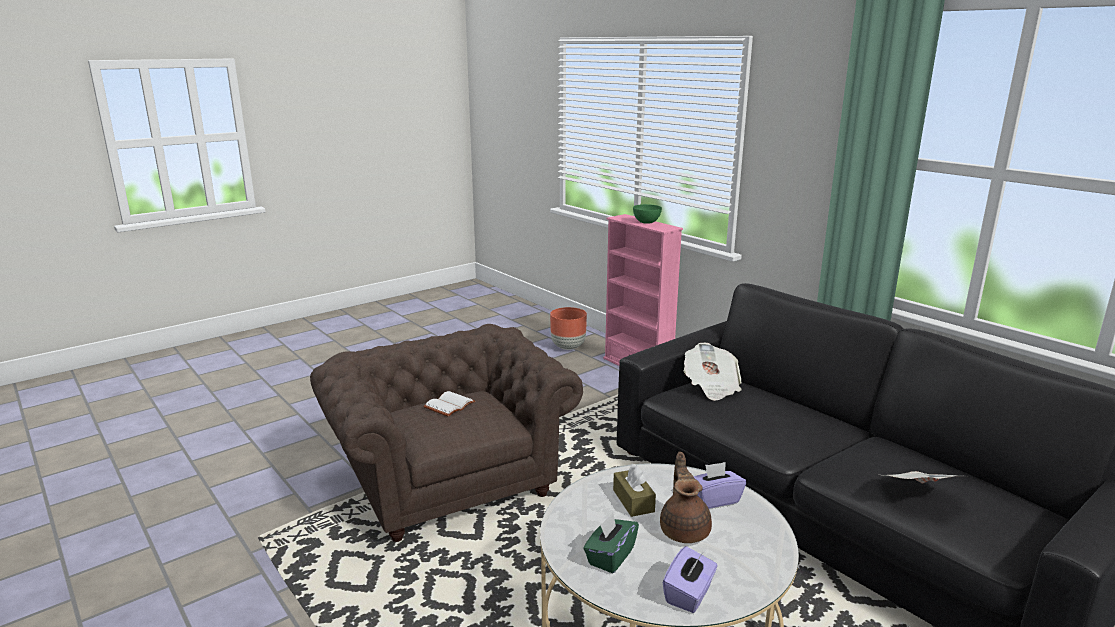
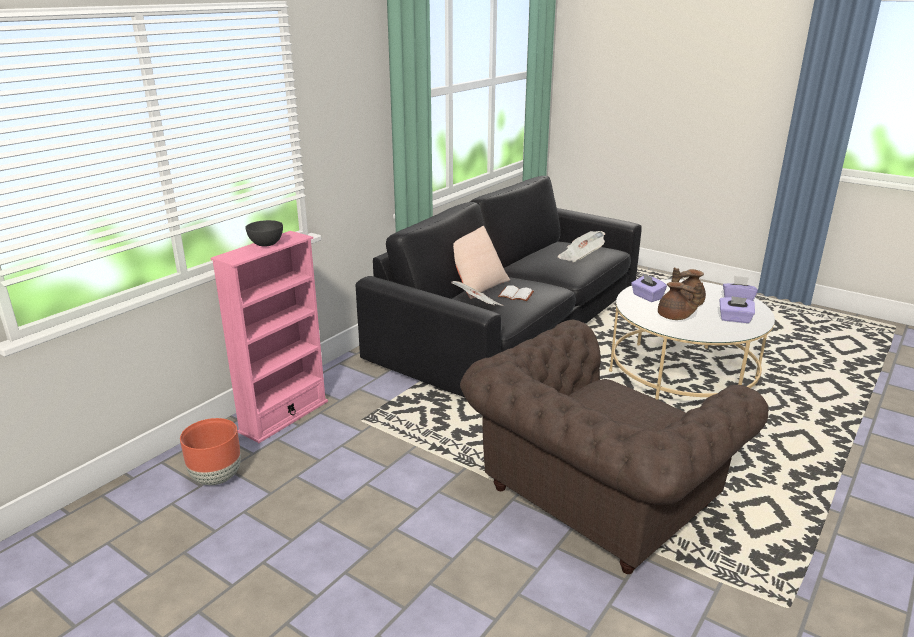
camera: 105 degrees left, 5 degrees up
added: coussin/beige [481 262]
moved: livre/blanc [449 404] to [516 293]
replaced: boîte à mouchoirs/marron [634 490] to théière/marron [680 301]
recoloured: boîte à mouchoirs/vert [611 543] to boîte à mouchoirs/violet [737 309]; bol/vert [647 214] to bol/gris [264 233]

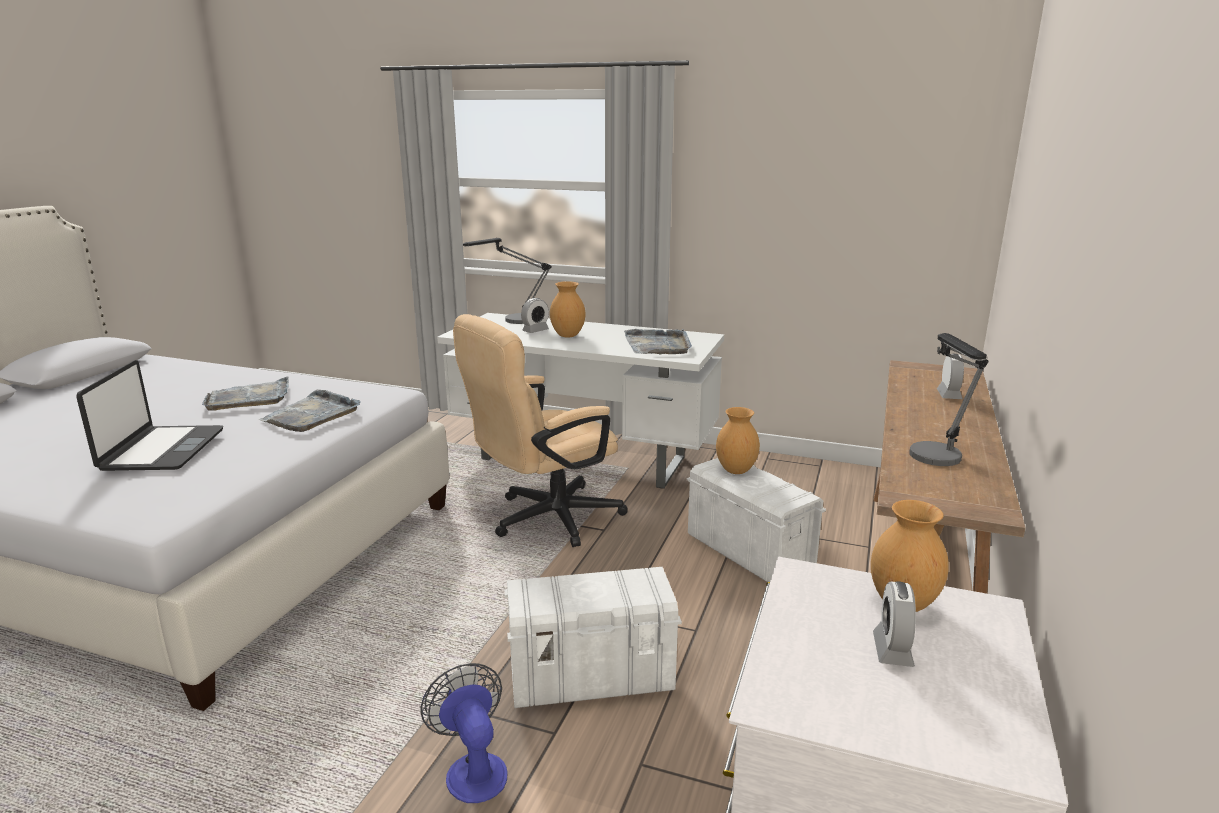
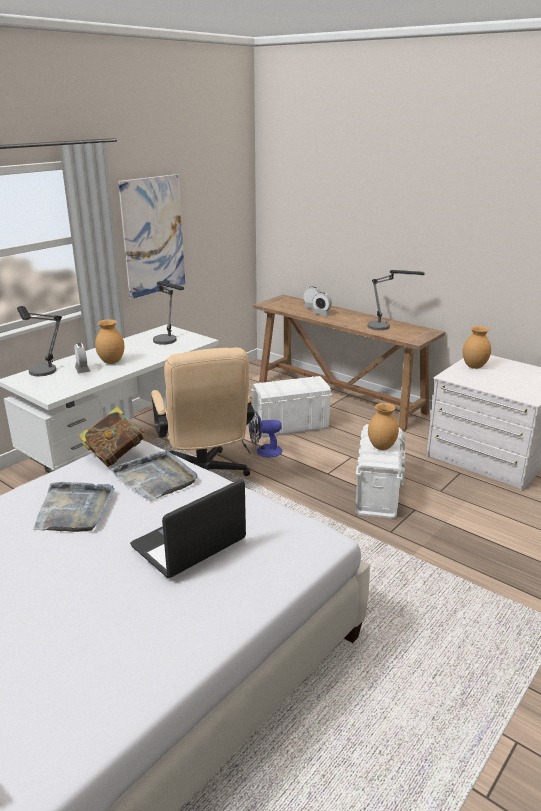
camera: 70 degrees left, 5 degrees up
added: livre [111 437]; tableau [151 236]
moved: ventilateur [464 733] to [265 434]; vase/marron [738 440] to [383 426]; réveil [894 624] to [322 304]
replaced: plateau/gris [658 342] to lampe de table [168 313]
turned: ordinateur portable [149 415] = [188 528] 60 degrees counterclockwise

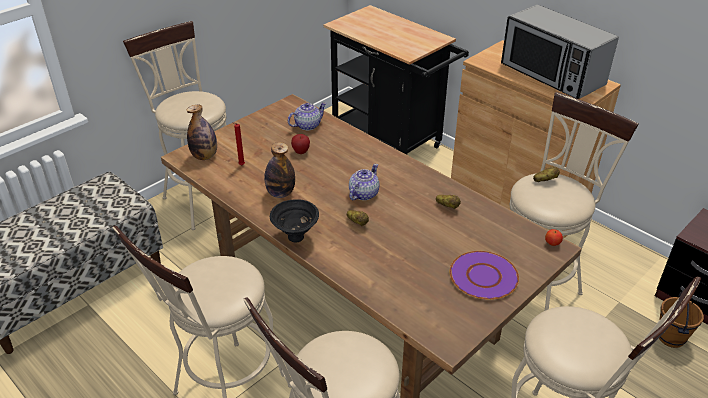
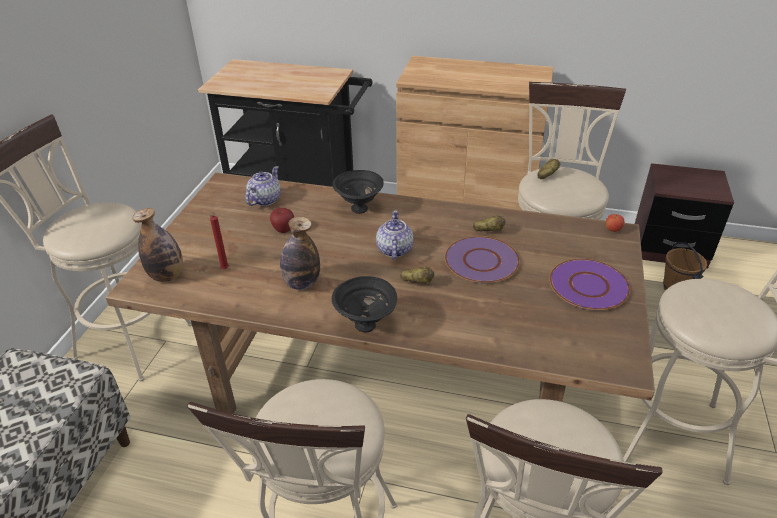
camera: 30 degrees left, 0 degrees up
removed: micro-ondes [560 52]
added: bol/noir [358 192]; assiette/violet [482 259]

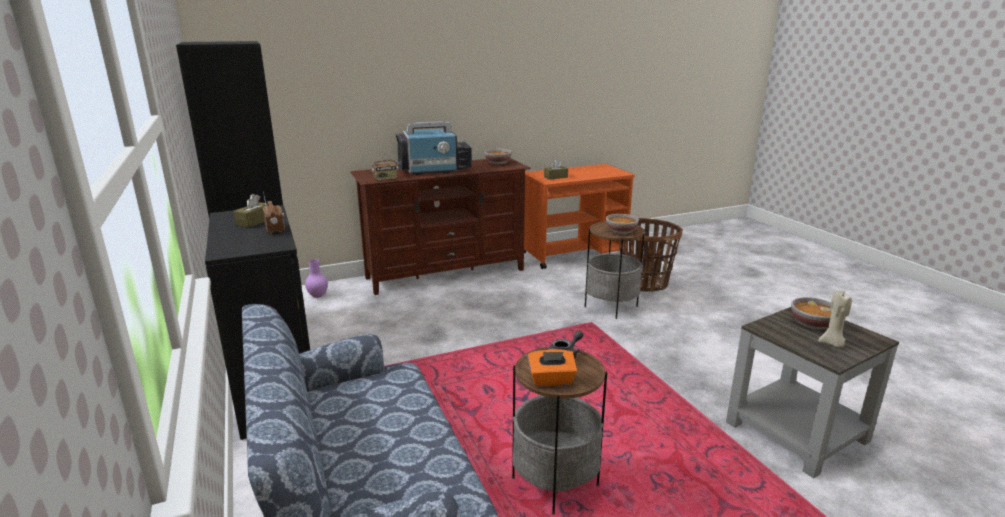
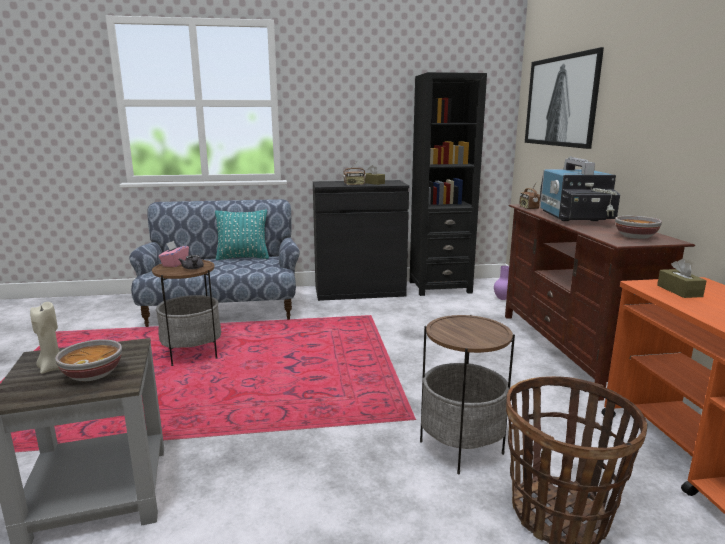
camera: 105 degrees right, 5 degrees down
removed: bol [622 224]
added: coussin/turquoise [242 235]; tableau [564 98]
recoloured: boîte à mouchoirs/orange [552 368] to boîte à mouchoirs/rose [173 253]

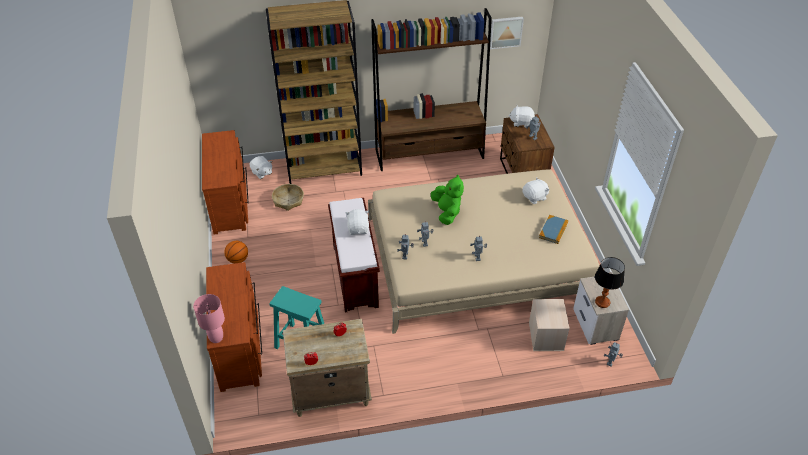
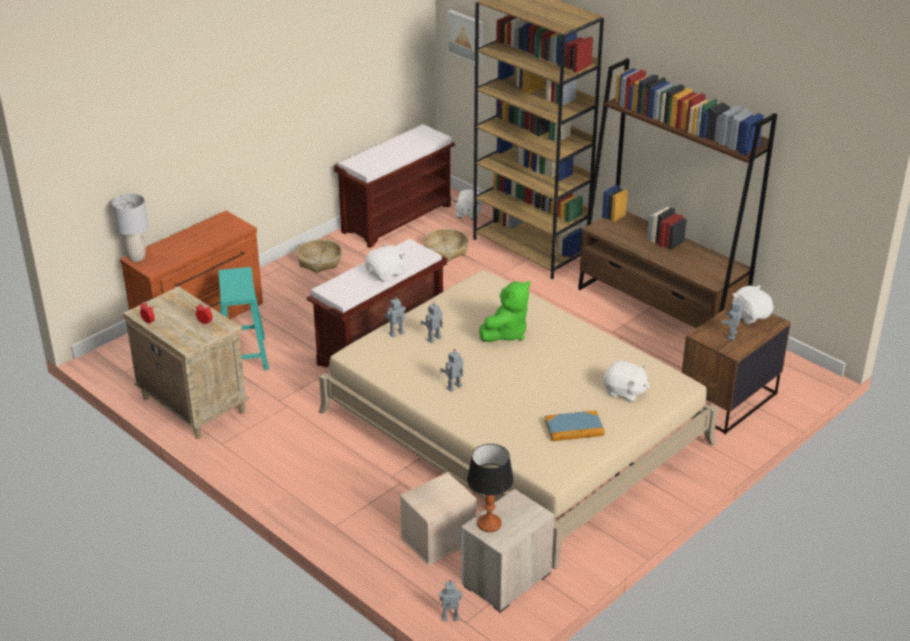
camera: 55 degrees right, 10 degrees down
moved: tableau [507 32] to [465 37]
replaced: commode/marron [225 182] to banc/marron [394 186]; ballon de basket [236 252] to panier [319 256]
recoloured: lampe de table/rose [209 318] to lampe de table/gris [130 228]

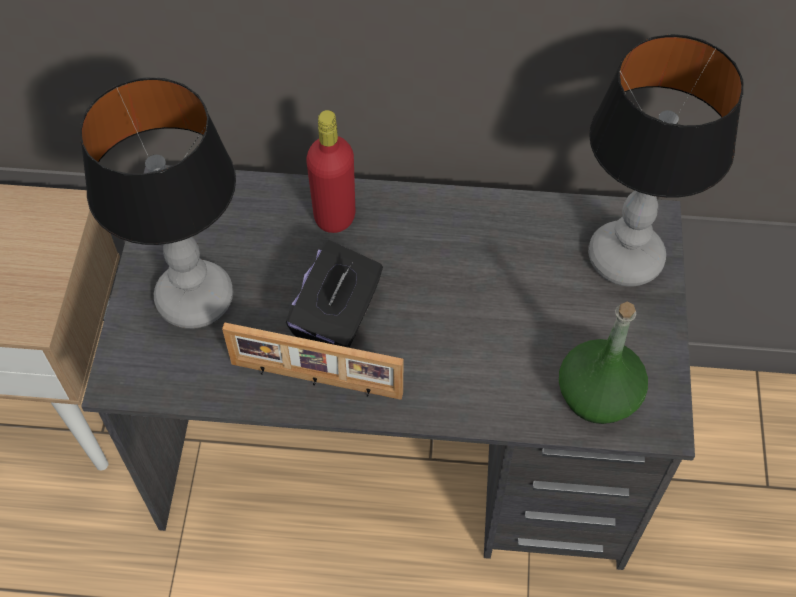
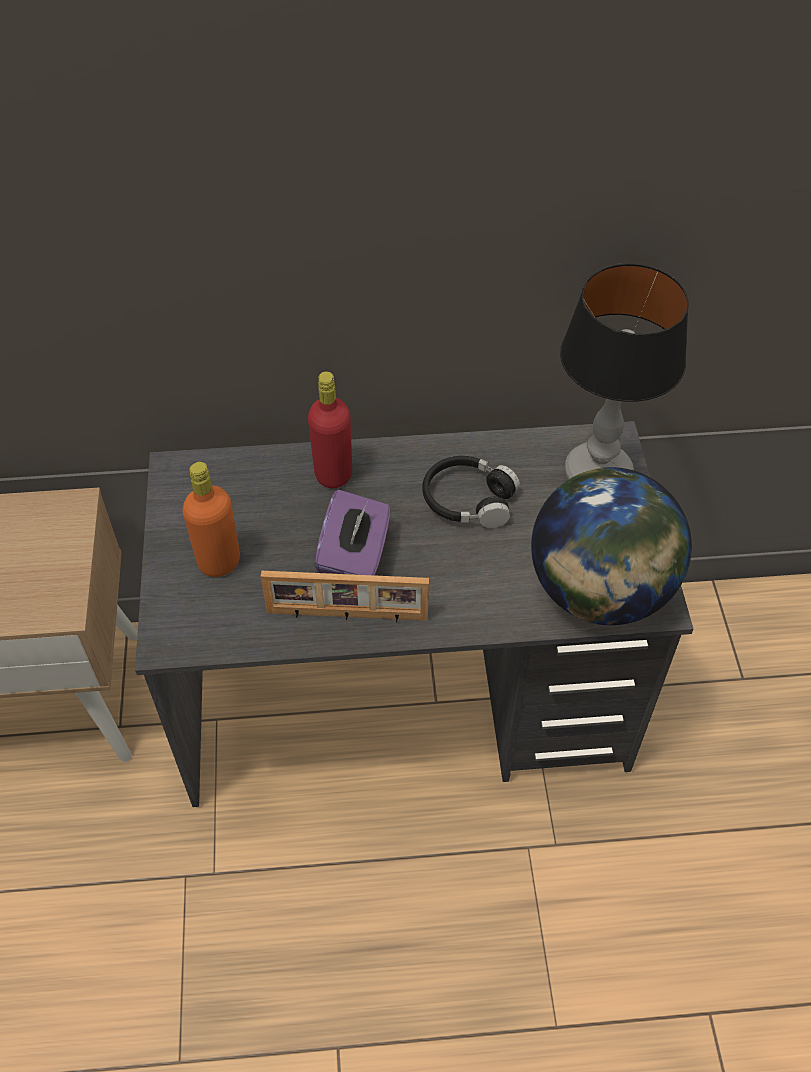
camera: 10 degrees left, 5 degrees down
added: casque audio/noir [471 492]
replaced: lampe de table [158 203] to bouteille/orange [211 519]; bouteille/vert [603 363] to globe [611 546]
recoloured: boîte à mouchoirs/noir [334 294] to boîte à mouchoirs/violet [352 532]

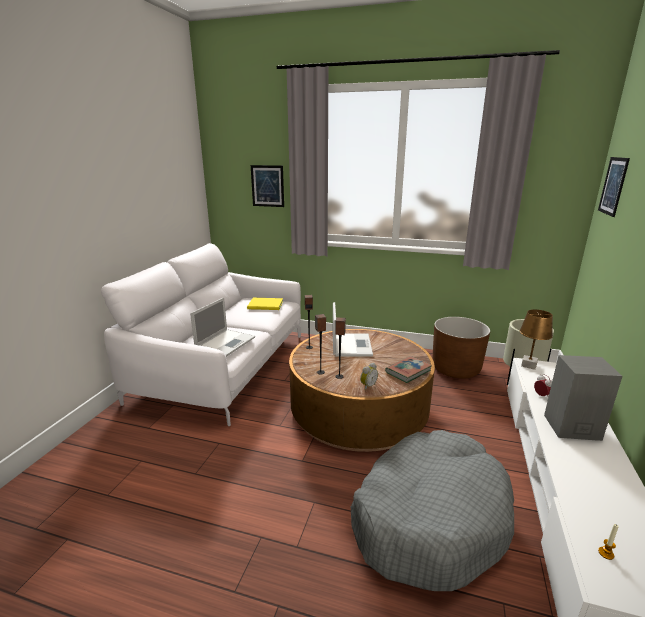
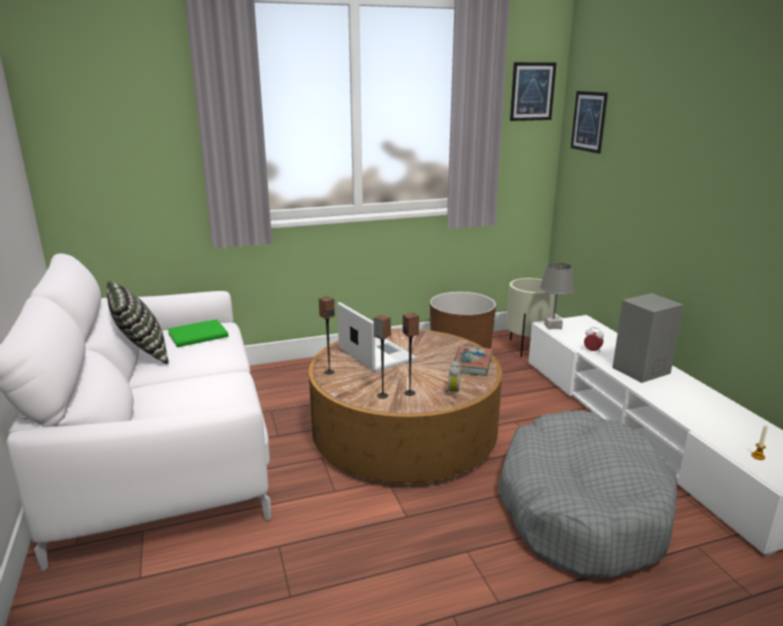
camera: 35 degrees left, 0 degrees up
removed: ordinateur portable [222 327]
added: coussin [138 323]
moved: tableau [267 186] to [533 91]
recoloured: livre/jaune [265 304] to livre/vert [198 333]; lampe de table/marron [536 339] to lampe de table/gris [557 295]

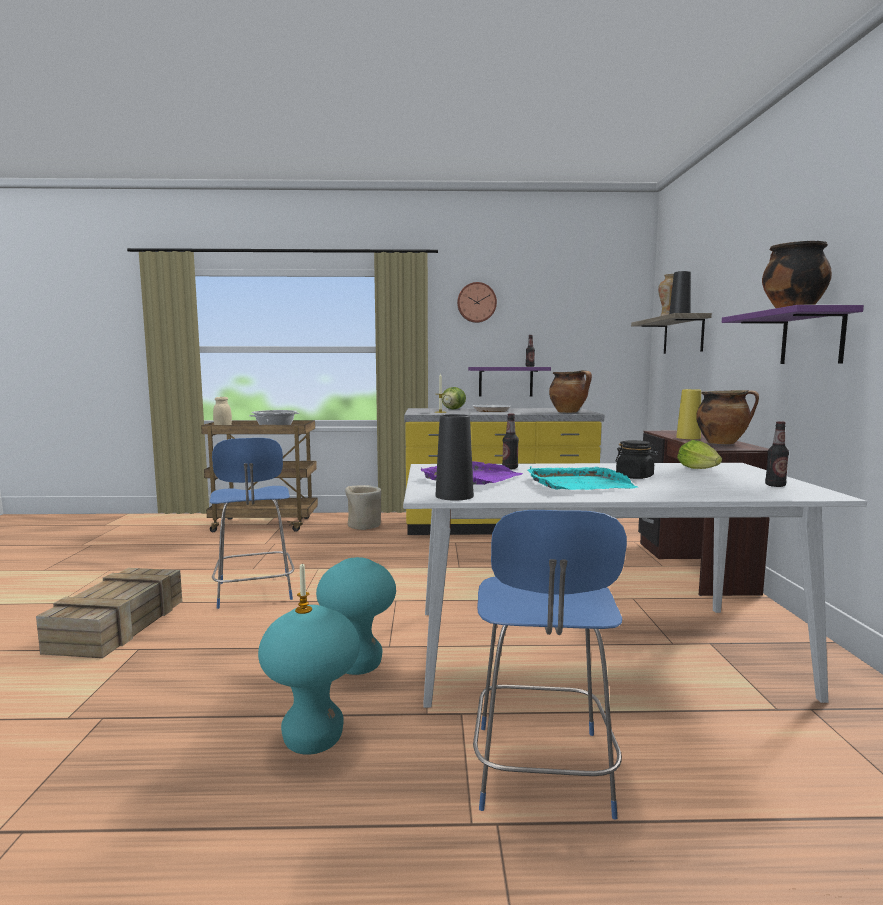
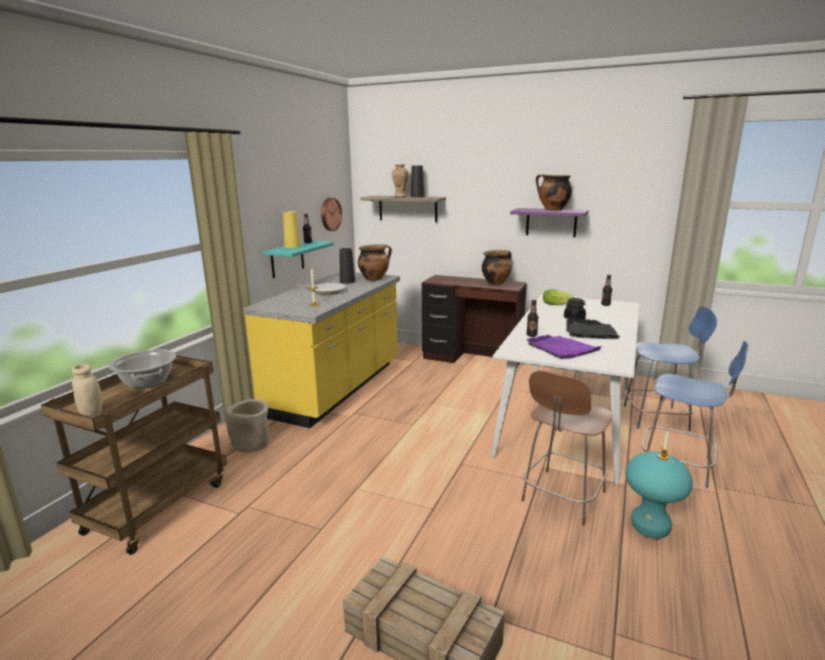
camera: 65 degrees left, 10 degrees up
removed: laitue [454 398]
moved: chaise/bleu [252 523] to [670 368]; vase/noir [454 457] to [347 266]; horloge murale [477 302] to [331 214]; vase/jaune [688 414] to [292 229]
replaced: tabouret/turquoise [356 616] to chaise/marron [566 448]
recoloured: étagère/violet [509 381] to étagère/turquoise [298 259]; plateau/turquoise [583 478] to plateau/noir [593 328]

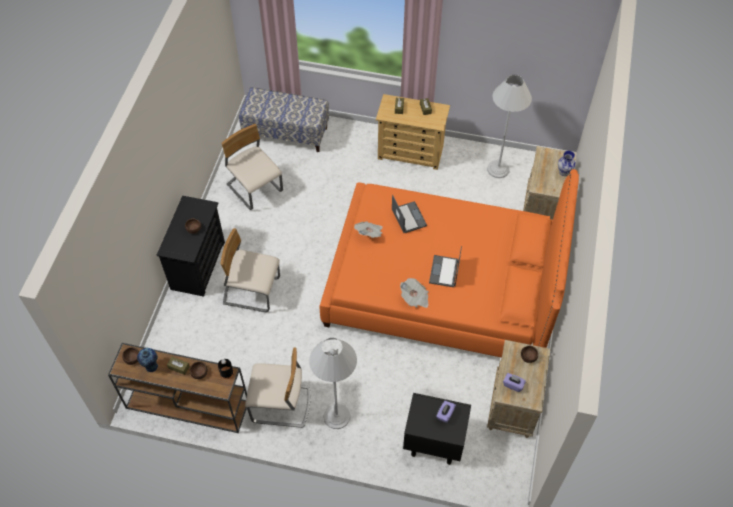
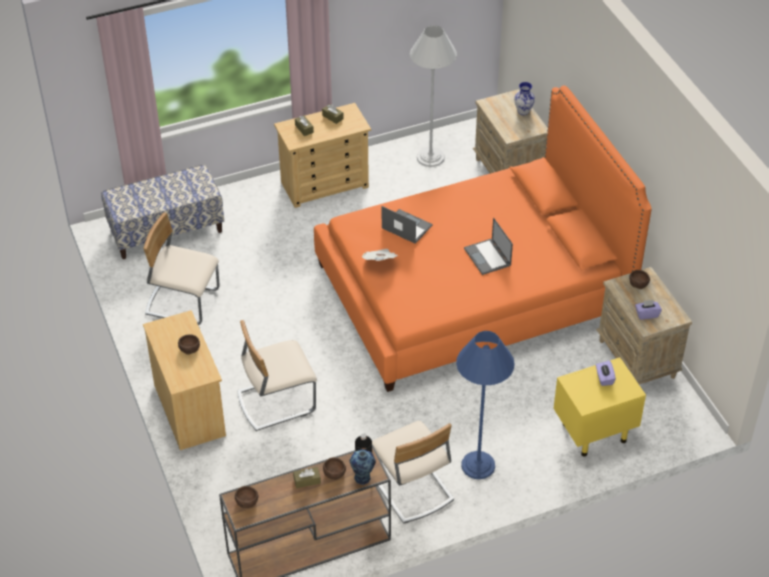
camera: 35 degrees left, 10 degrees down
removed: journal [414 293]
moved: vase [147 360] to [363 467]
recoloured: commode/noir [191 246] to commode/beige [184 380]; lampadaire/blanc [333 383] to lampadaire/bleu [485 405]; table de chevet/noir [437 429] to table de chevet/jaune [599 407]
turned: chaise/beige [277 388] = [413 472] 90 degrees clockwise

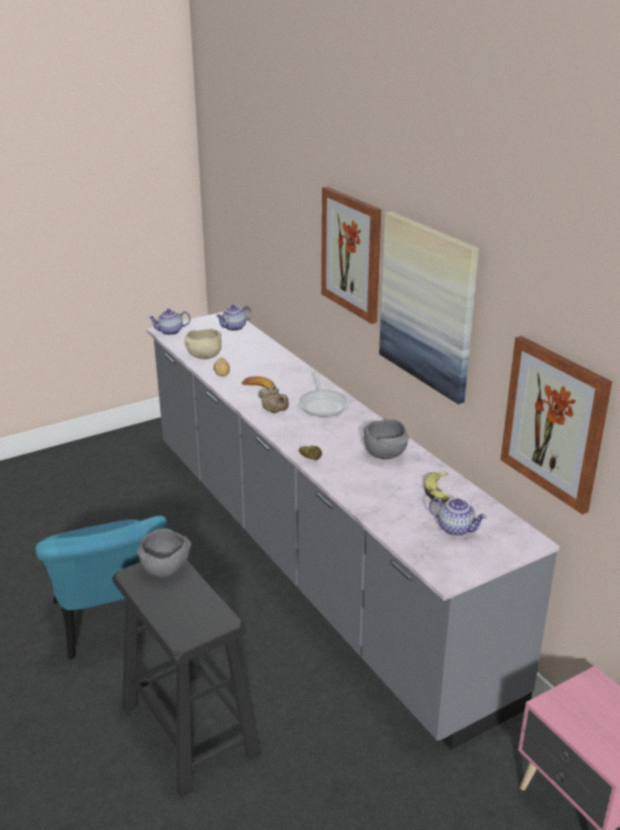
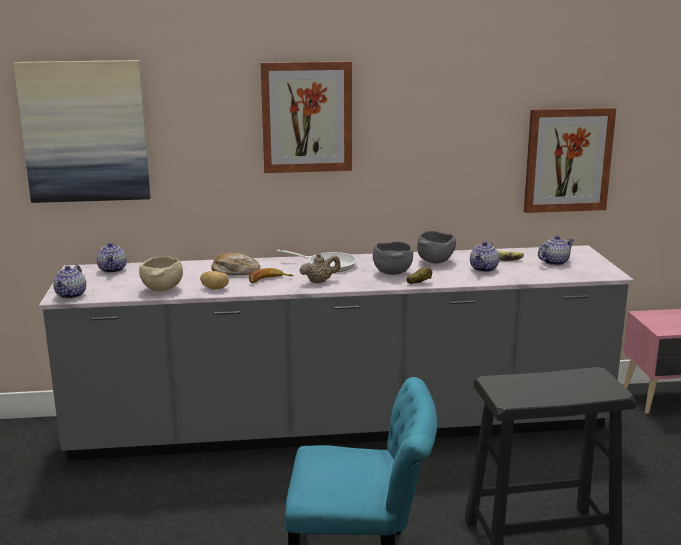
camera: 65 degrees left, 10 degrees down
added: pain [235 264]; théière [484 257]
moved: bol/gris [164 552] to [393 258]; tableau [429 307] to [82 131]

